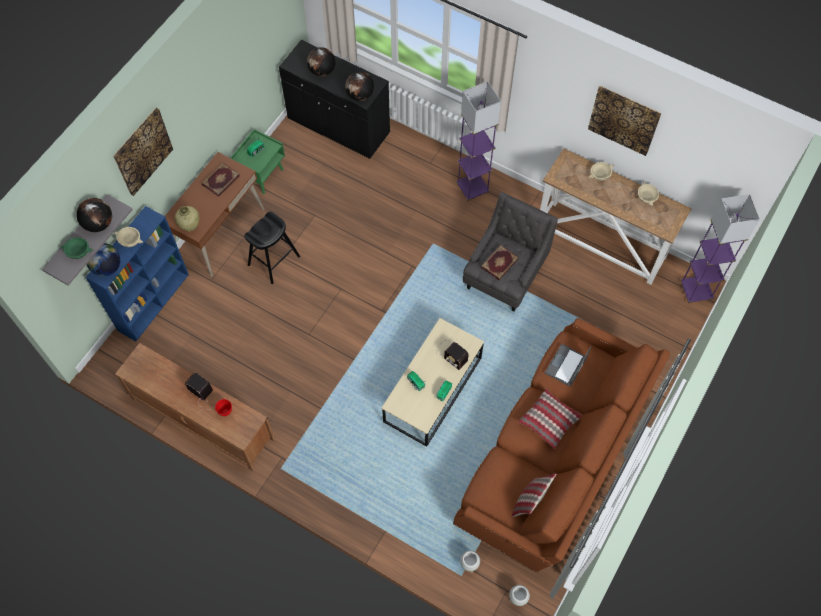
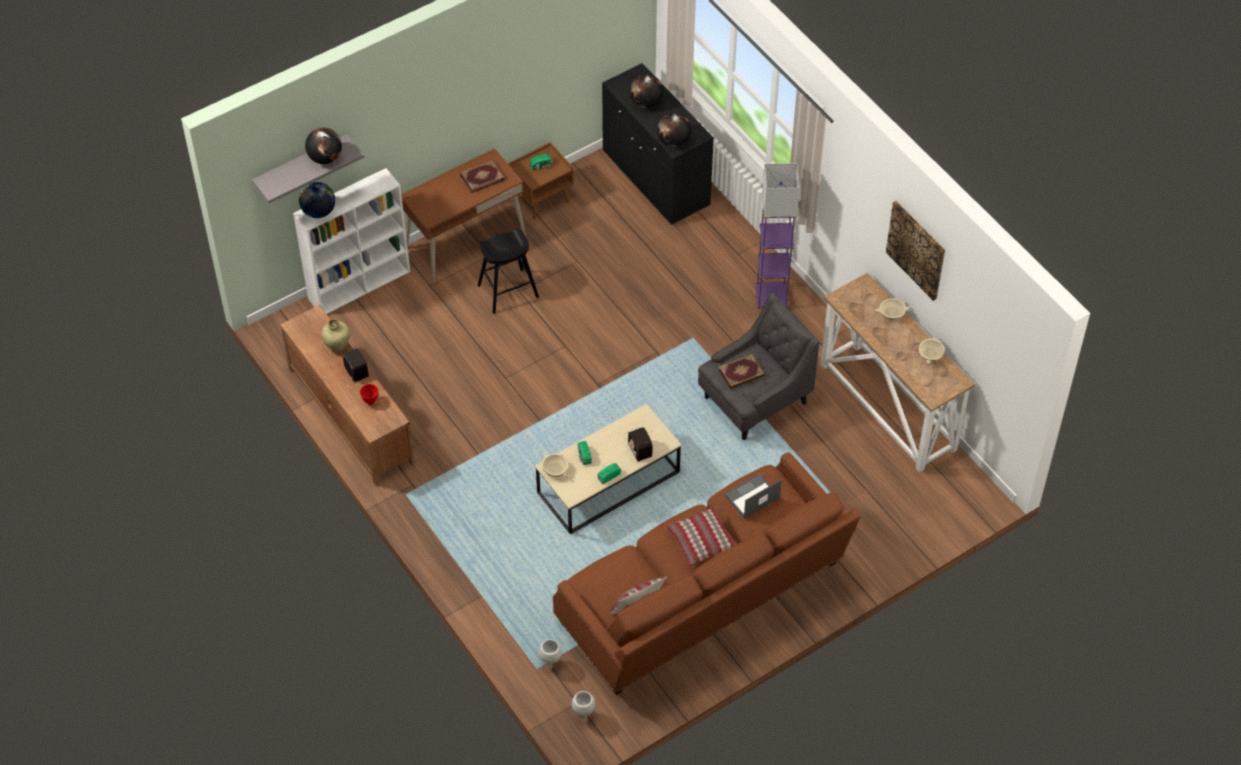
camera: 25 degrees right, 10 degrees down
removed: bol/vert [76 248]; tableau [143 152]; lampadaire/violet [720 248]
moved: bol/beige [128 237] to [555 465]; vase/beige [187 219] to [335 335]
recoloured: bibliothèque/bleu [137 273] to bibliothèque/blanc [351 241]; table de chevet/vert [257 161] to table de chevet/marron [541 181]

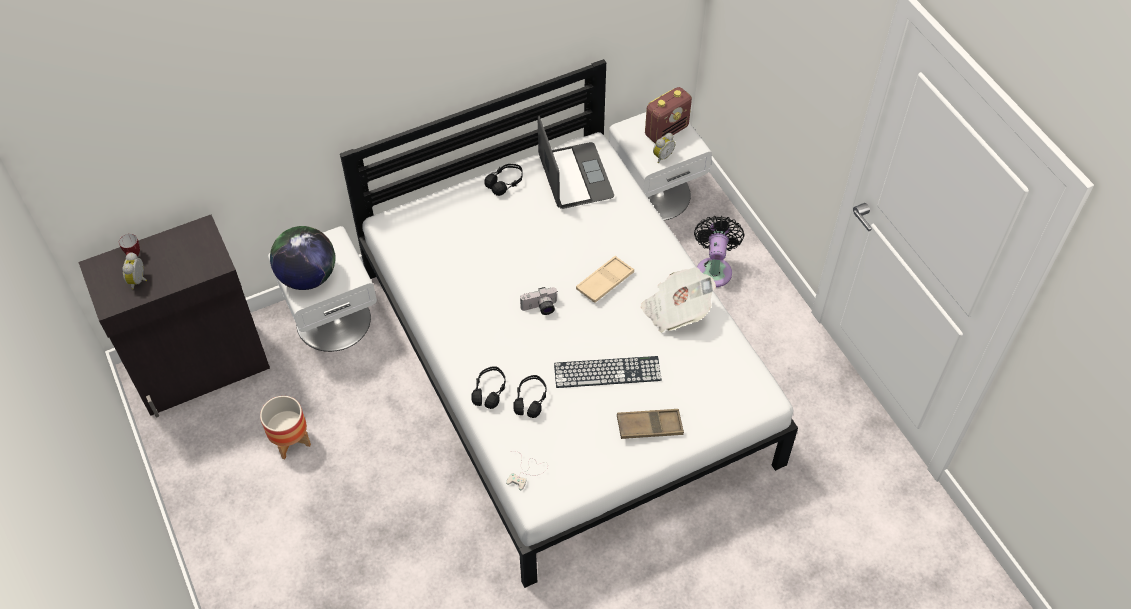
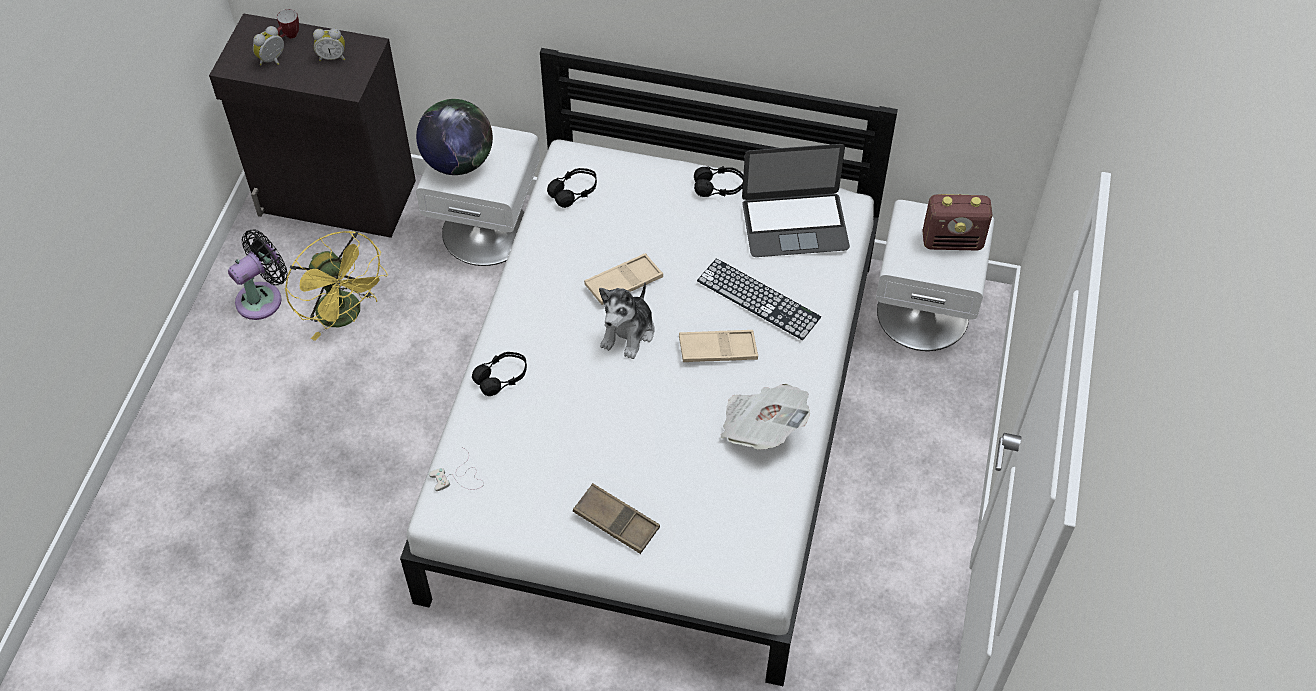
camera: 40 degrees right, 0 degrees up
added: plateau/beige [623 279]
moved: casque audio/noir [530 396] to [572 188]; clavier [608 372] to [759 299]; réveil [664 148] to [329 44]; ventilateur/noir [719 251] to [258 274]
replaced: cache-pot [285 427] to ventilateur/jaune [336 286]; appareil photo [539 301] to peluche [627 321]
turned: ordinateur portable [576 162] = [796 200] 60 degrees clockwise

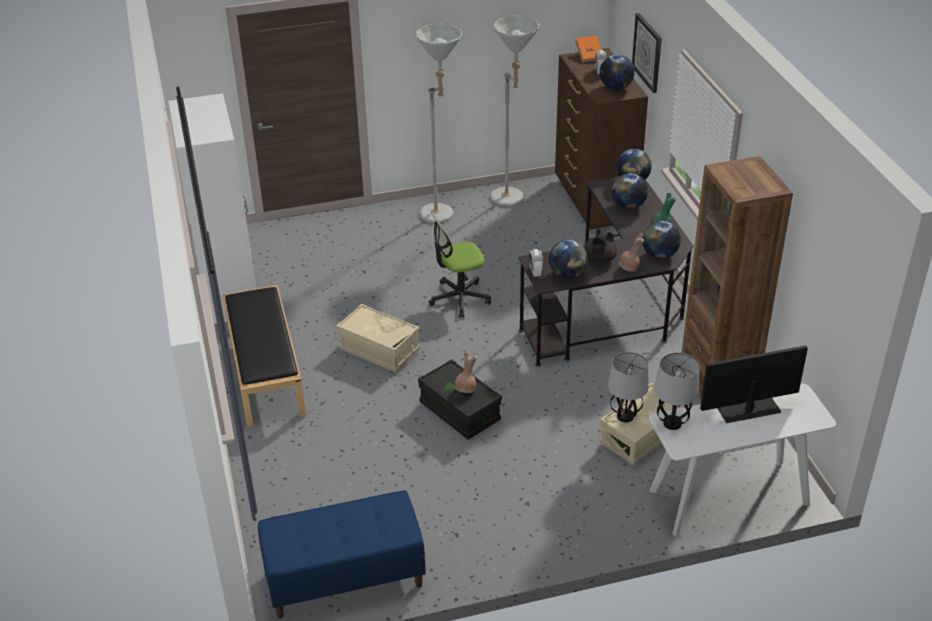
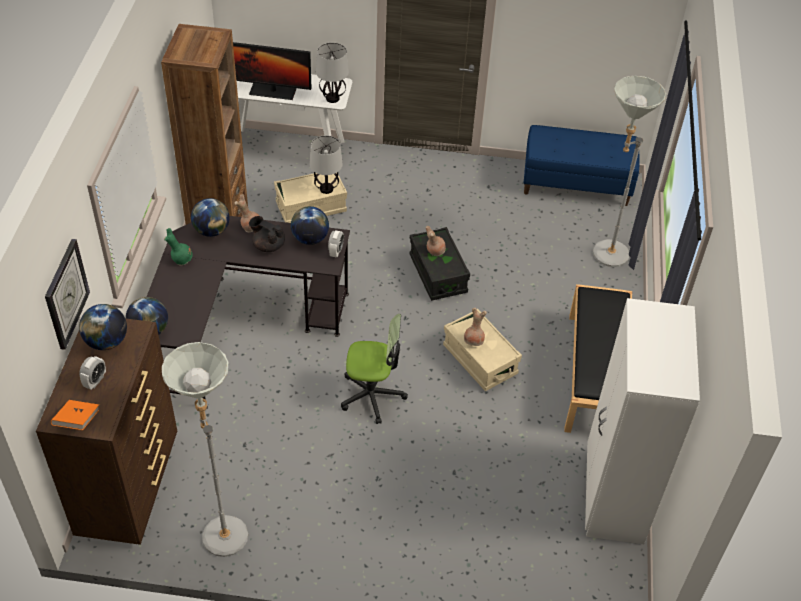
camera: 160 degrees left, 10 degrees up
removed: globe [629 191]
added: vase/marron [475 327]
moved: lampadaire/gris [439 123] to [629 171]
turned: théière/noir [600 246] = [267 234] 105 degrees counterclockwise

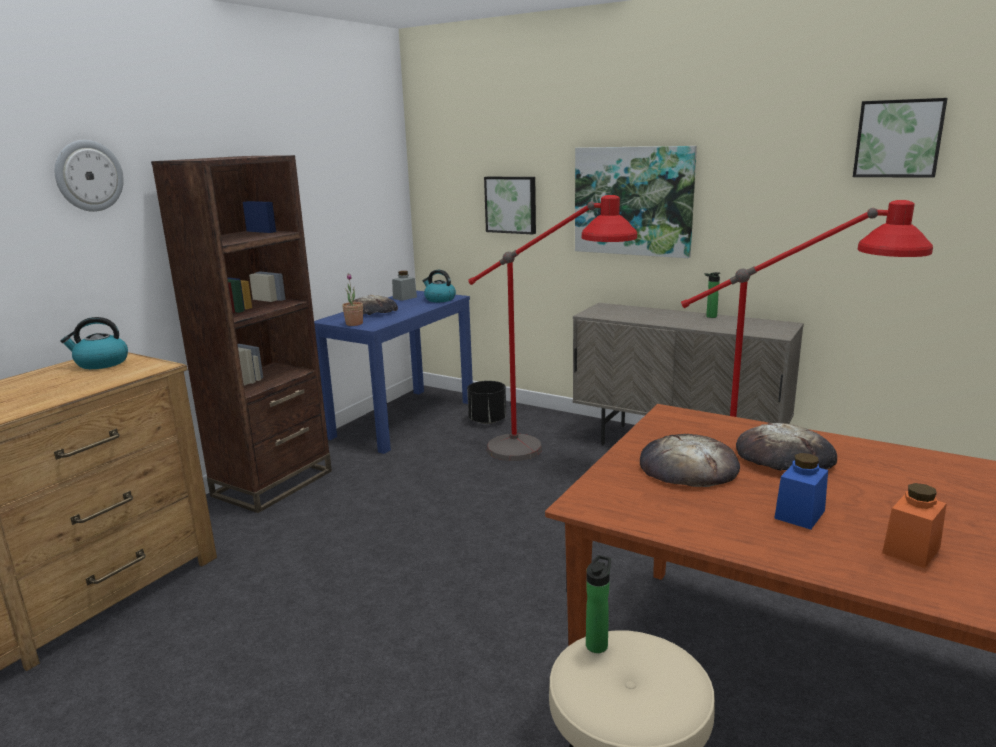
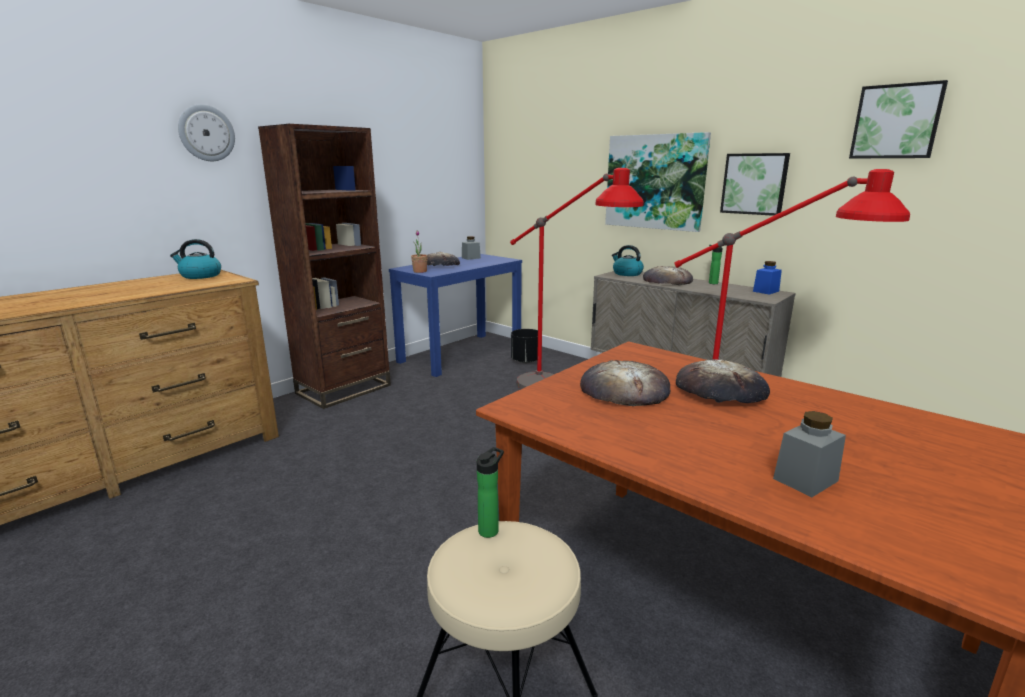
camera: 10 degrees right, 0 degrees up
added: pain [668 275]
moved: bouilloire [439 286] to [628 260]; tableau [510 205] to [755 184]; bocal/bleu [801 491] to [767 277]
recoloured: bocal/orange [914 525] to bocal/gris [809 454]

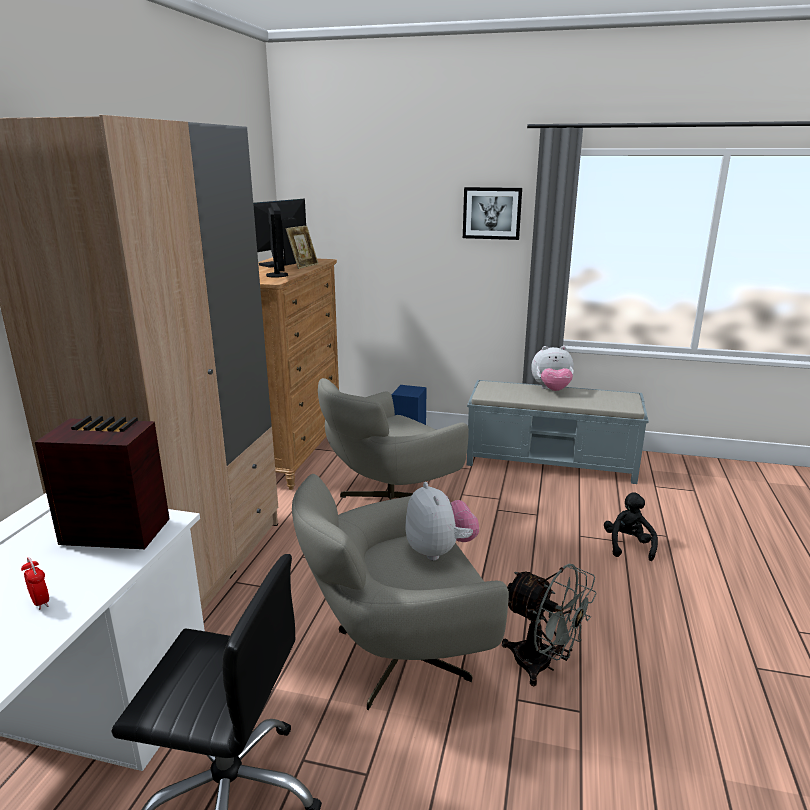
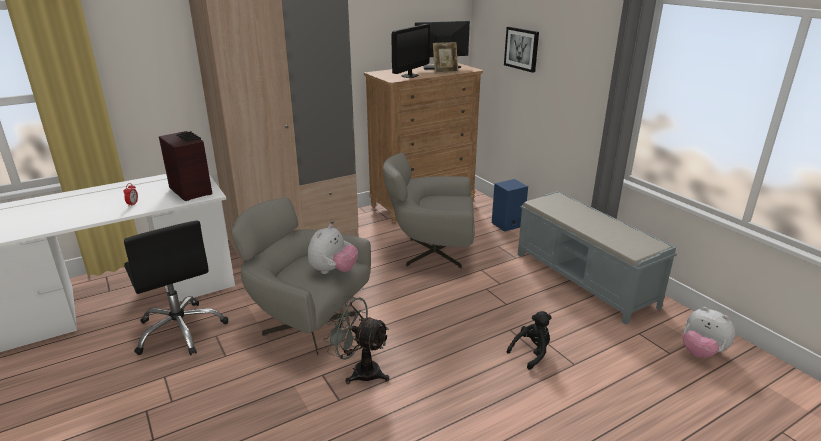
camera: 45 degrees right, 5 degrees up
moved: tableau [492 213] to [521 50]; peluche [552 368] to [709 332]
turned: ventilateur/gris [549 625] = [356 339] 120 degrees clockwise

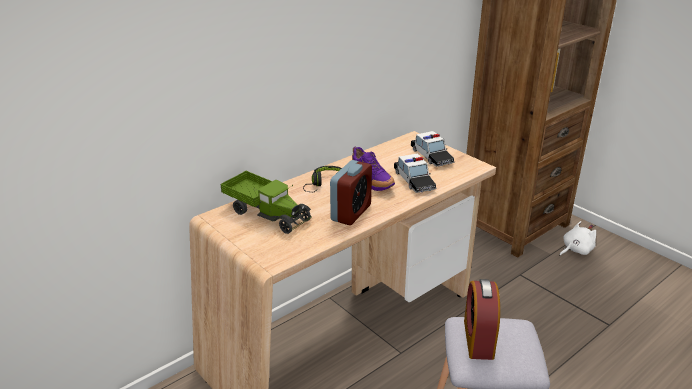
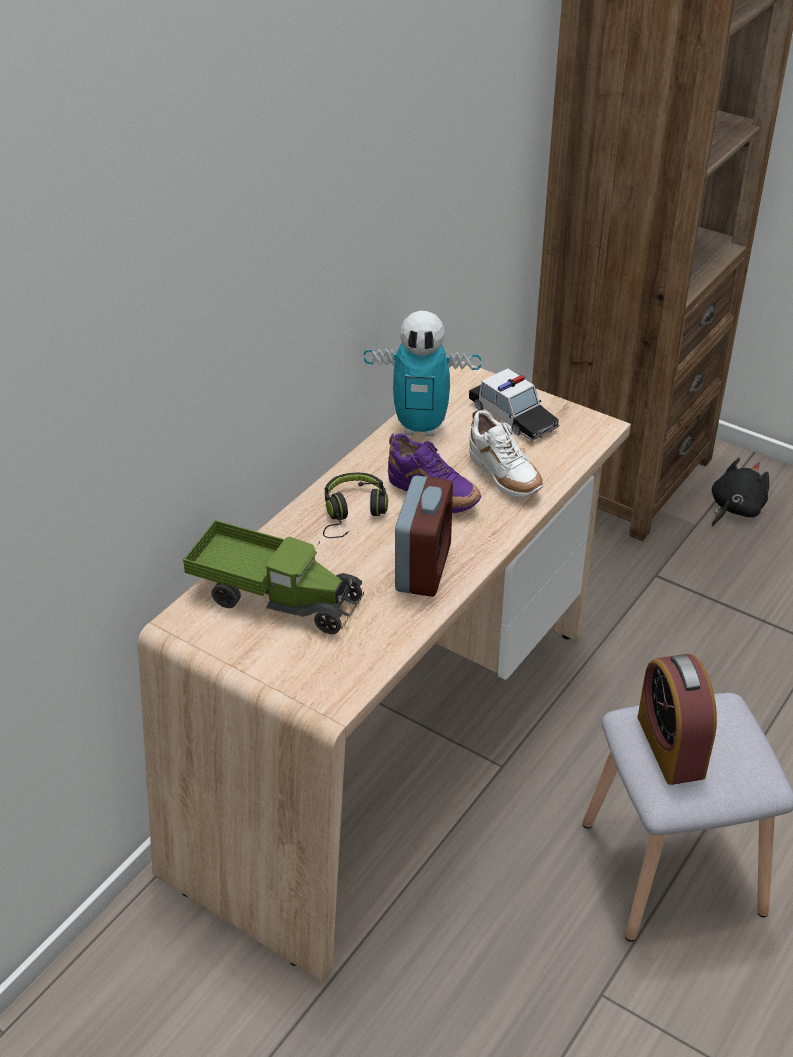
camera: 15 degrees left, 10 degrees up
added: robot jouet [422 373]
replaced: petite voiture [415 173] to chaussure/blanc [506 453]
recoloured: peluche/blanc [578 238] to peluche/noir [740 492]

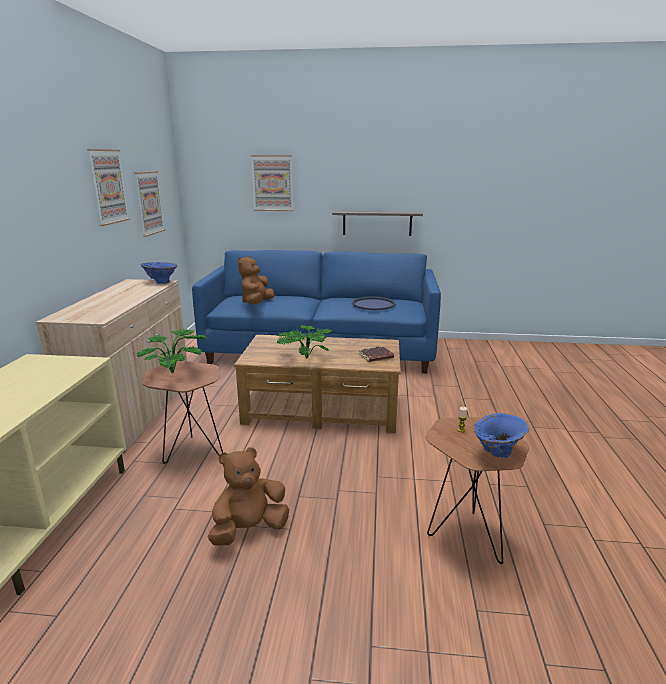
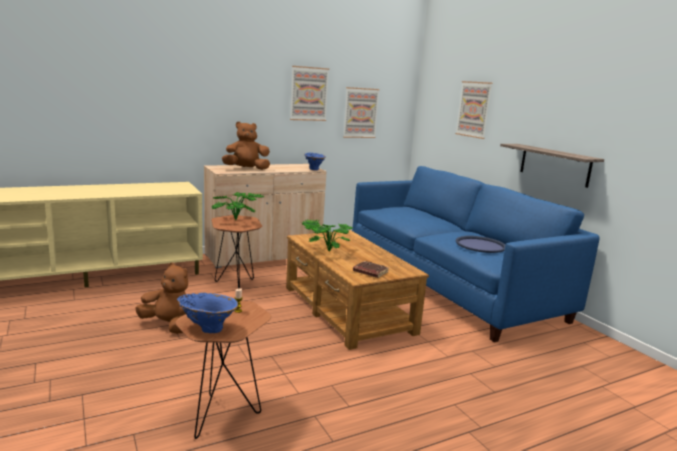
camera: 55 degrees right, 5 degrees down
moved: peluche/marron [256 280] to [246 146]

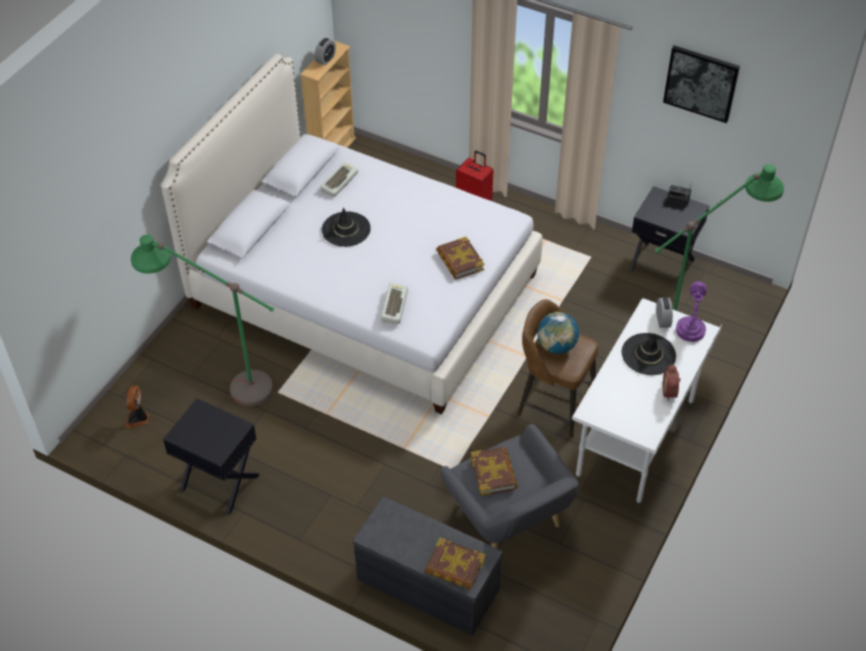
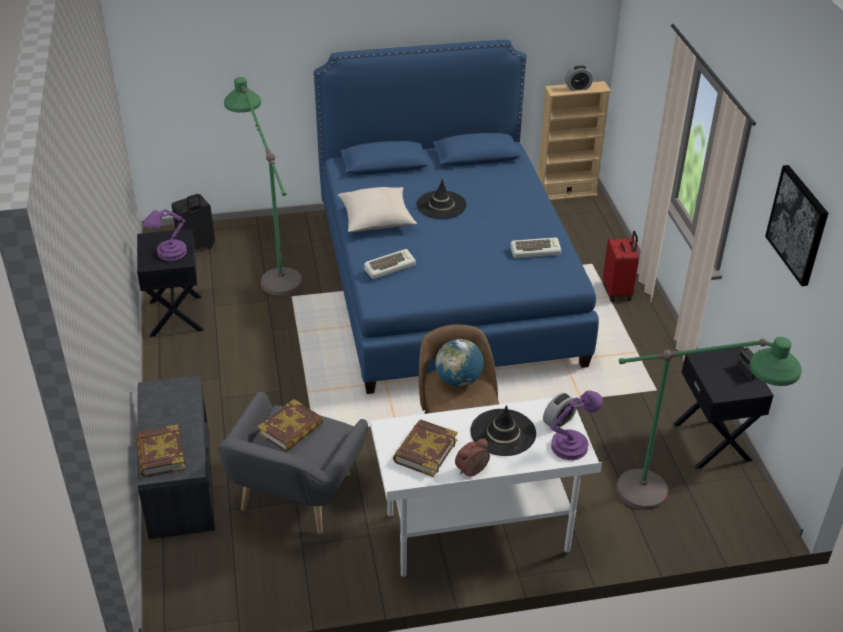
camera: 50 degrees right, 10 degrees down
added: lampe de table/violet [165 235]; coussin/beige [377 209]
moved: clavier [339 179] to [535 248]; livre [460 258] to [425 448]
replaced: ventilateur [137 407] to valise/noir [193 222]
recoloured: lit/blanc [352 234] to lit/bleu [456 217]

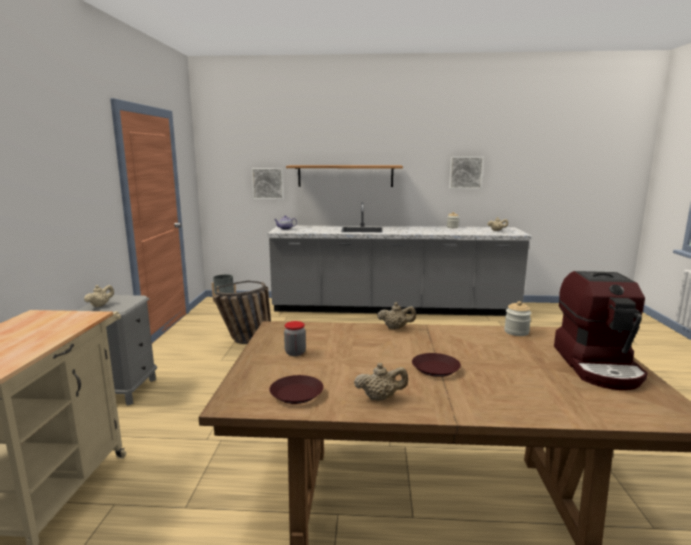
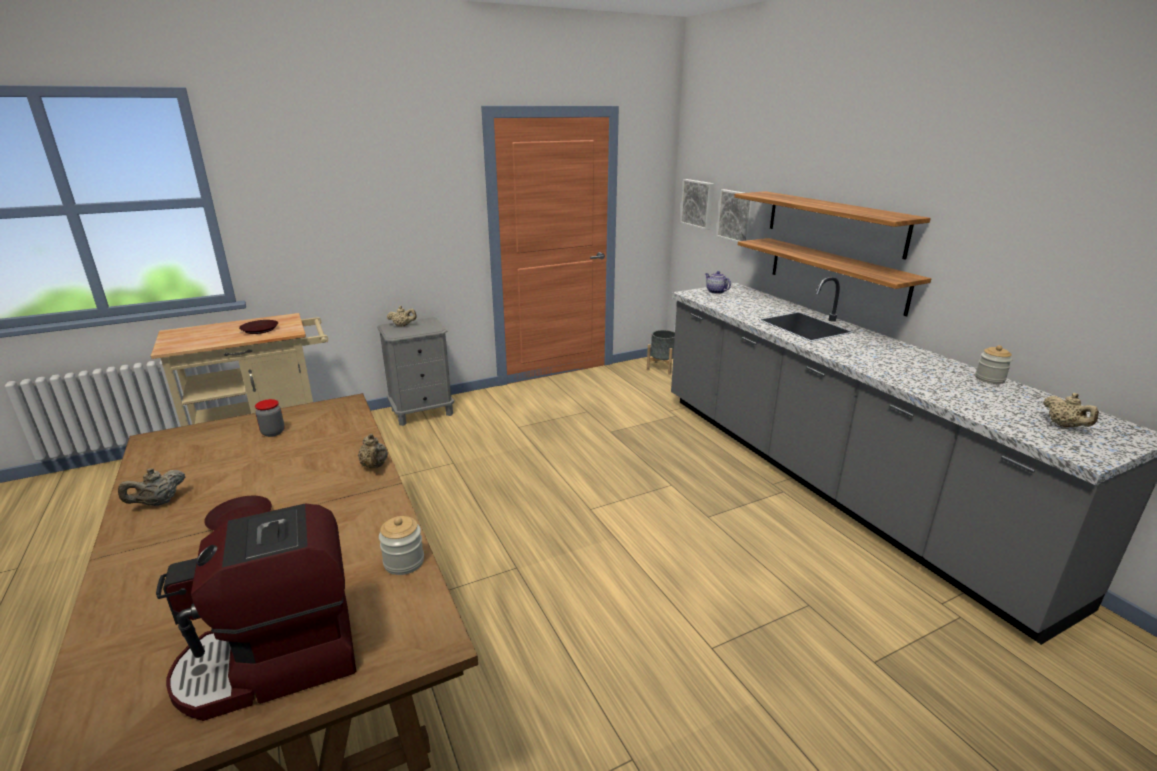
camera: 60 degrees right, 10 degrees up
removed: panier [242 312]
added: étagère [834 277]
moved: assiette/marron [296 389] to [258 327]; tableau [466 173] to [697 204]
turned: théière/beige [381 382] = [152 487] 75 degrees clockwise

